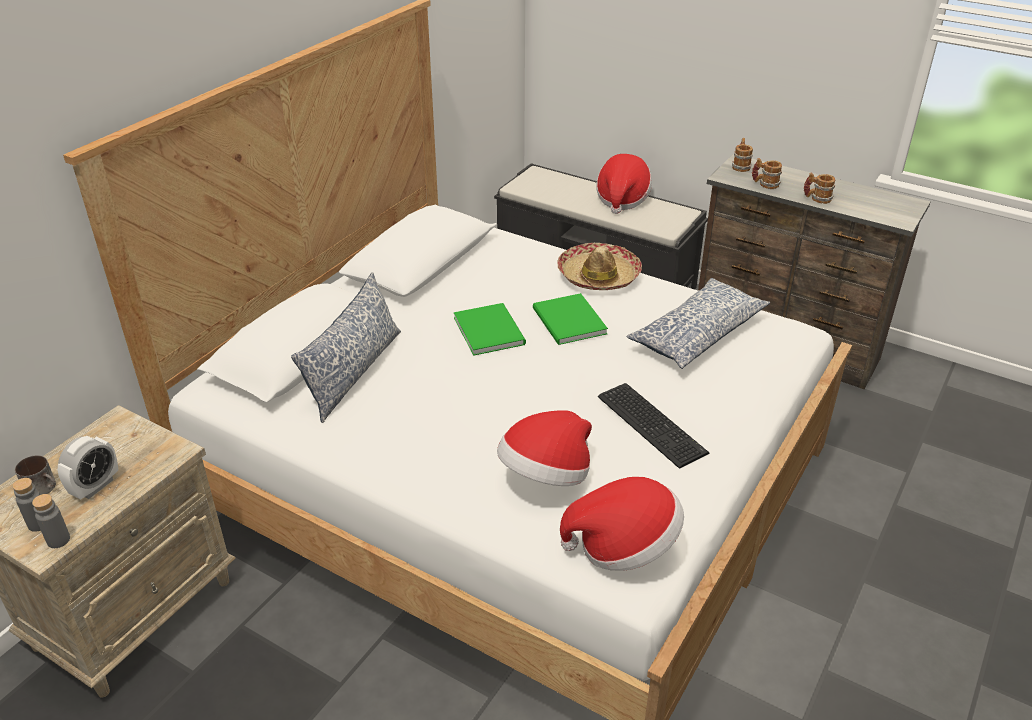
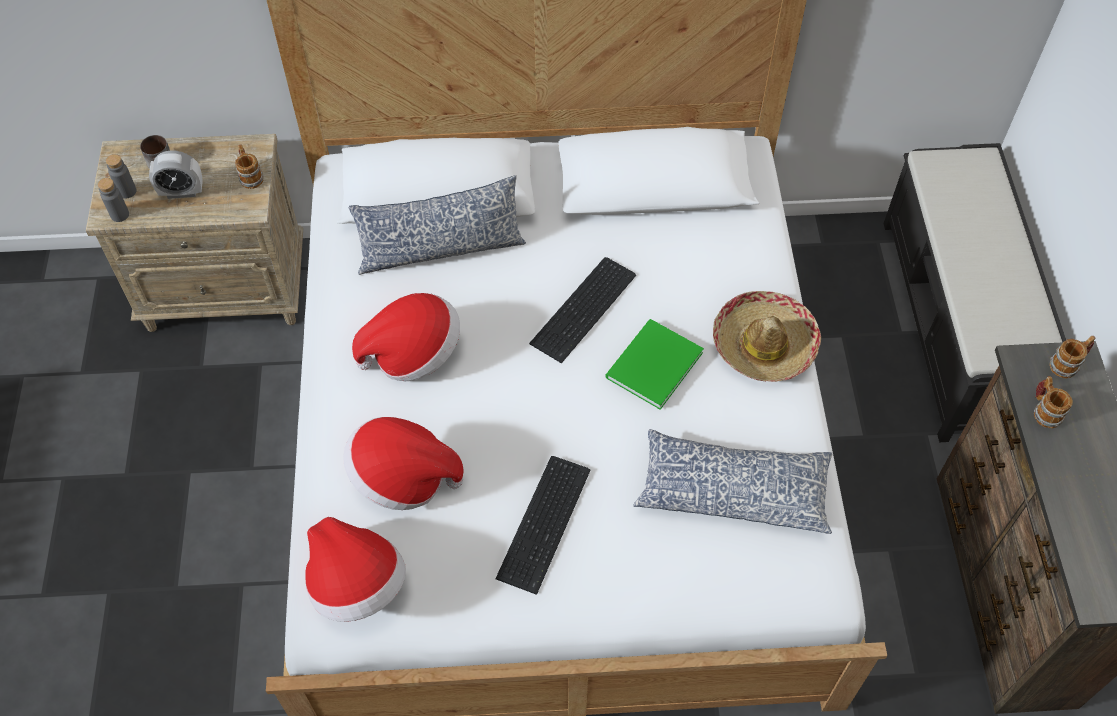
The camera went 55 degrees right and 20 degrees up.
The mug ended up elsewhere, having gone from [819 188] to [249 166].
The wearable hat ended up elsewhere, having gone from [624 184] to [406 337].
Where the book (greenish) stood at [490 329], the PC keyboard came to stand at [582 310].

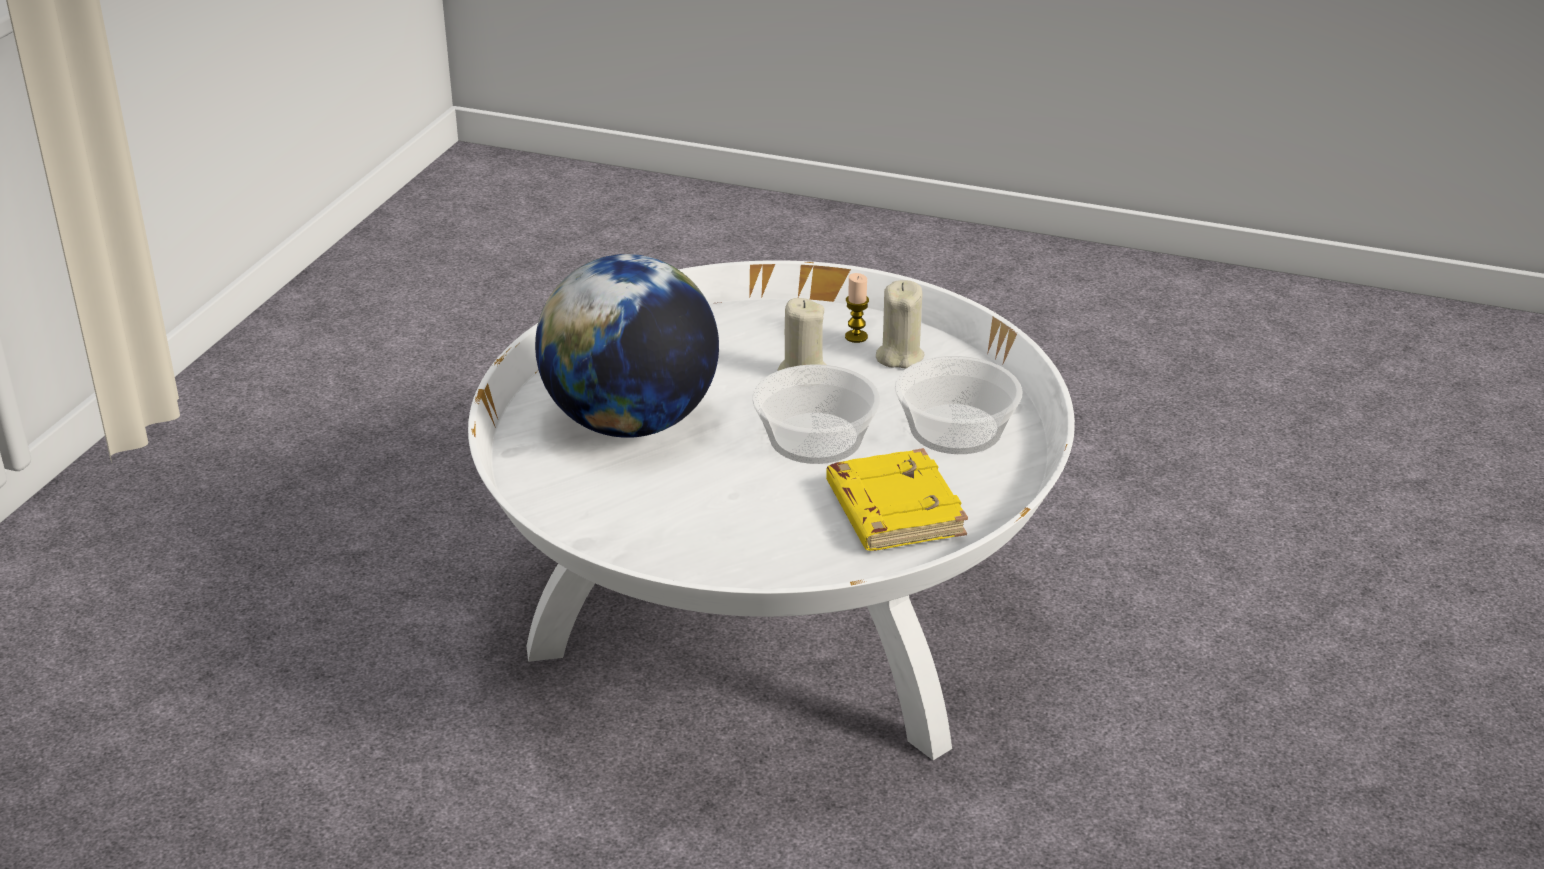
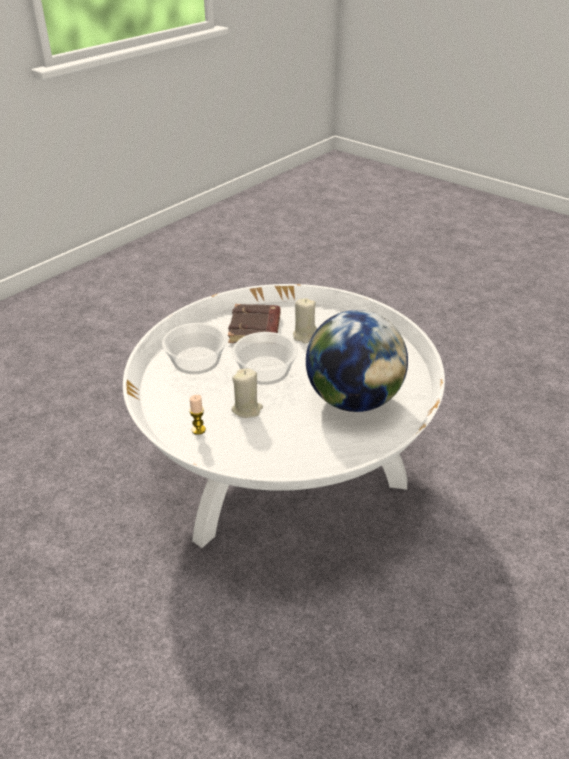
The camera went 160 degrees left and 5 degrees up.
What was the book (yellow-coloured) at [897 499] turned into the book (brown-coloured) at [254 323].
The candle (beige-coloured) ended up elsewhere, having gone from [900 324] to [305 321].

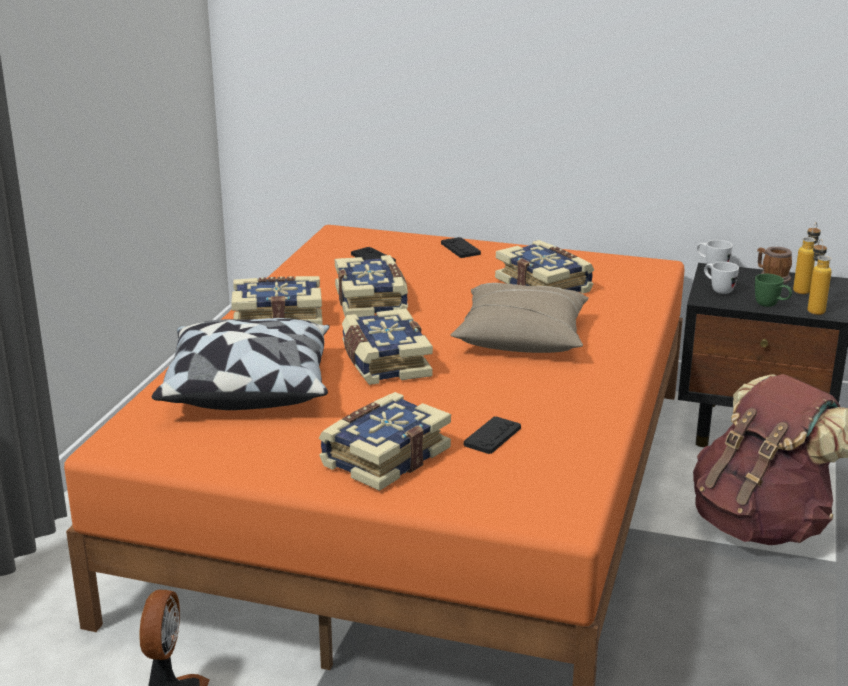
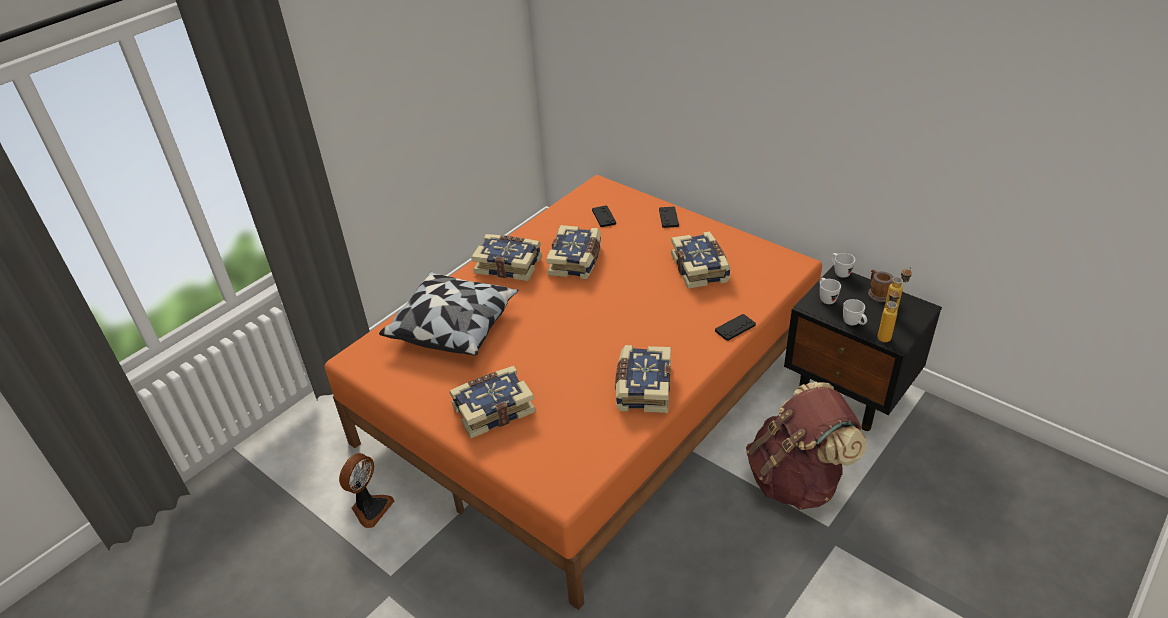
The camera went 25 degrees right and 15 degrees up.
The book ended up elsewhere, having gone from [387 347] to [643 379].
The gamepad (black-coloured) ended up elsewhere, having gone from [492 435] to [735 327].
What was the mug (greenish) at [773 290] turned into the mug (whitish) at [855 312].
The second view lost the cushion (beige-coloured) at [520 318].

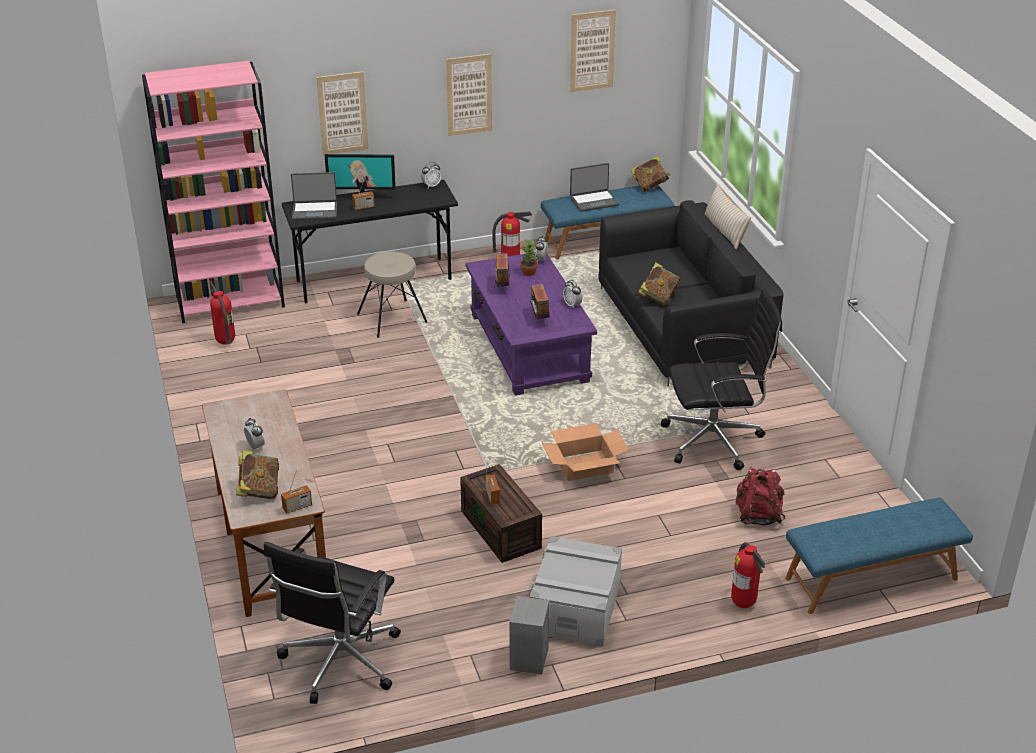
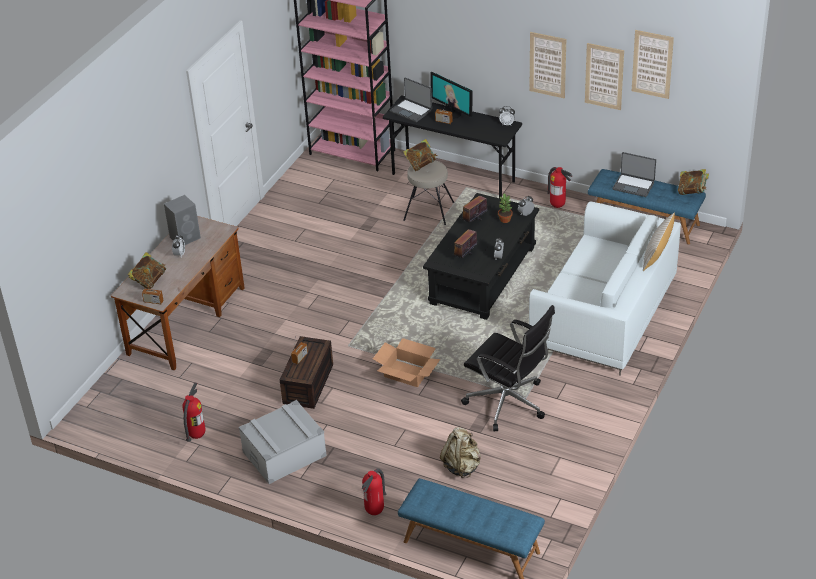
The camera went 45 degrees right and 5 degrees up.
The speaker (greyish) ended up elsewhere, having gone from [529 635] to [182 220].
The fire extinguisher ended up elsewhere, having gone from [222 313] to [193 412].
The book ended up elsewhere, having gone from [659 284] to [420 155].
What was the coffee table (purple-coloured) at [531 324] turned into the coffee table (black-coloured) at [481 256].
What was the backpack (red-coloured) at [760 496] turned into the backpack (beige-coloured) at [460 452].
What was the sofa (black-coloured) at [691 293] turned into the sofa (whitish) at [605 288].
The wall art ended up elsewhere, having gone from [342 113] to [604 76].
The second view lost the desk chair (black-coloured) at [332 623].

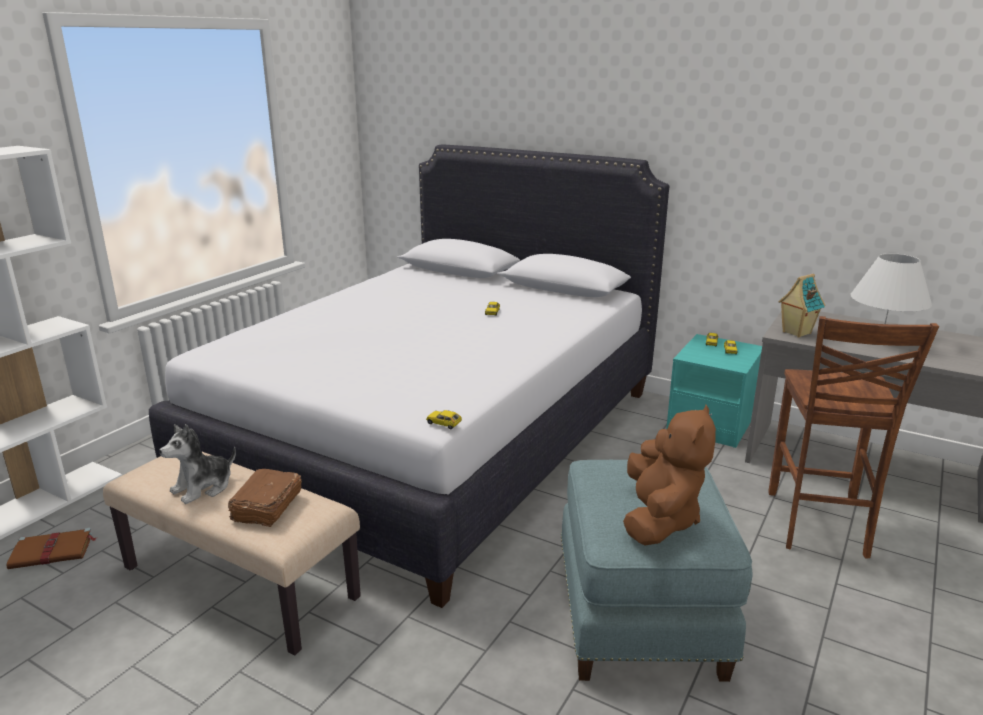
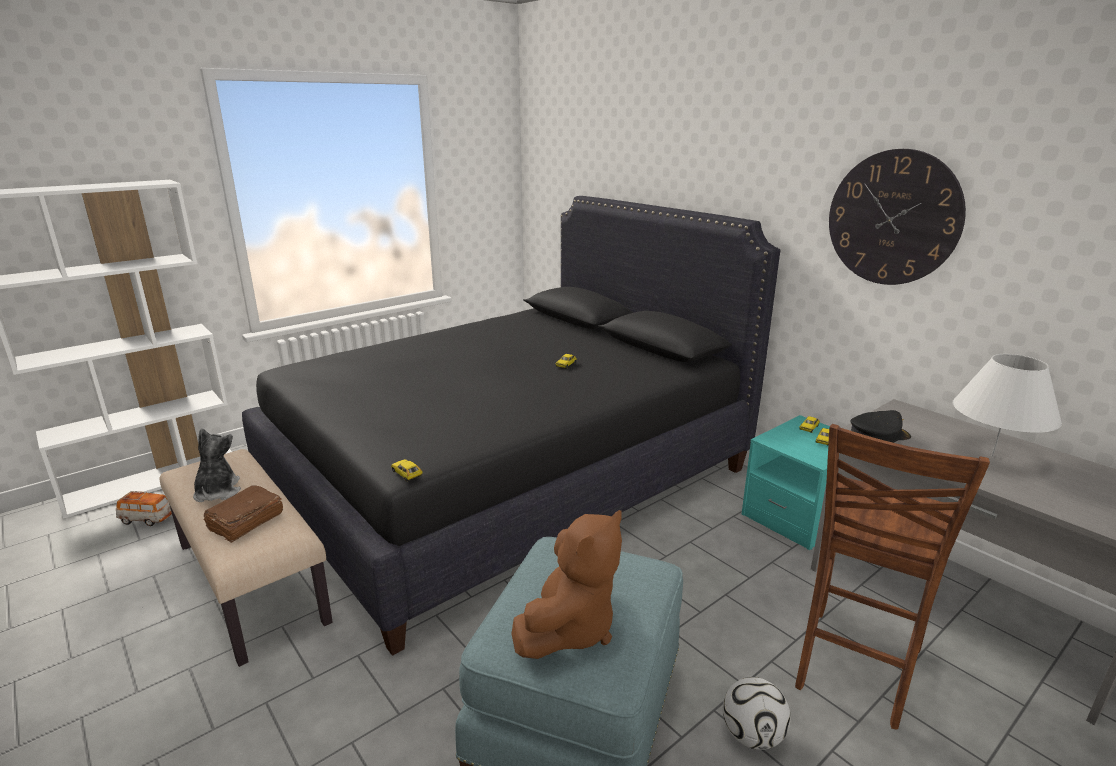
The camera went 20 degrees right and 0 degrees up.
Where the book (brown-coloured) stood at [51 548], the model car came to stand at [144 508].
The soft toy at [197 464] ended up facing another way, 105 degrees clockwise from before.
What was the sleeping bed (whitish) at [409 376] turned into the sleeping bed (black-coloured) at [511 426].
The second view gained the football ball at [757 713].
The second view gained the hanging clock at [897 217].
Where the miniature house stood at [801 306], the baseball cap (black-coloured) came to stand at [880 426].

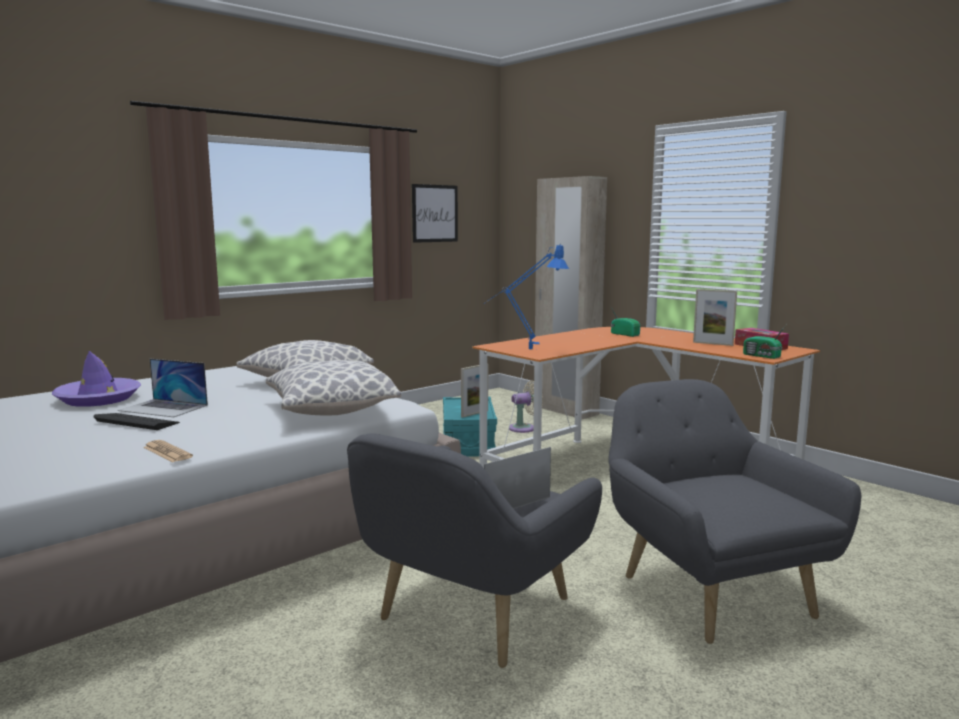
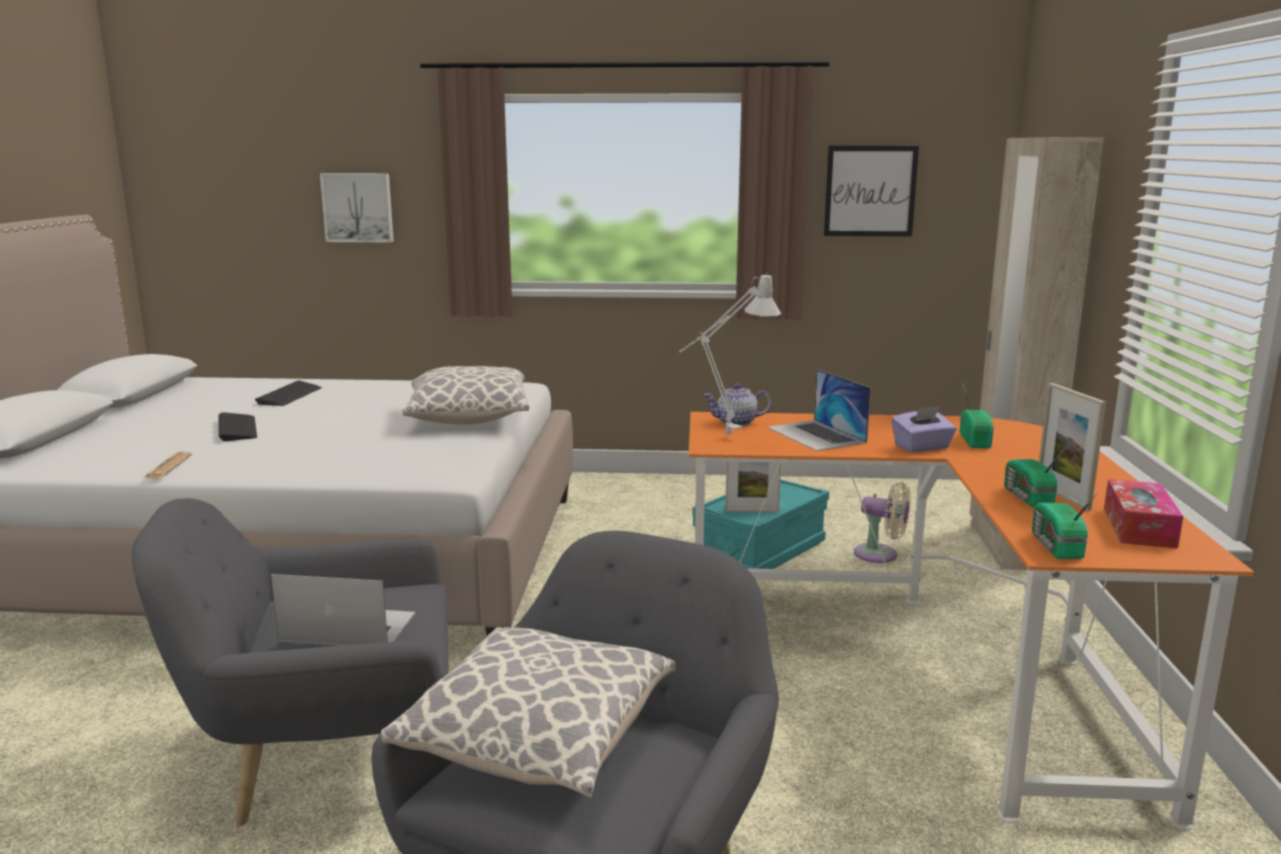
The camera went 45 degrees right and 5 degrees up.
Where the wearable hat (purple-coloured) stood at [96 379], the PC keyboard came to stand at [288 393].
The second view gained the wall art at [357 208].
The cushion ended up elsewhere, having gone from [333 388] to [528 712].
What was the lamp for a table (blue) at [526 297] turned into the lamp for a table (greyish) at [730 354].
The second view gained the tea pot at [737 404].
The notebook computer ended up elsewhere, having gone from [163 388] to [819 410].
The second view gained the tissue box (purple-coloured) at [924 429].
The second view gained the radio at [1035 477].

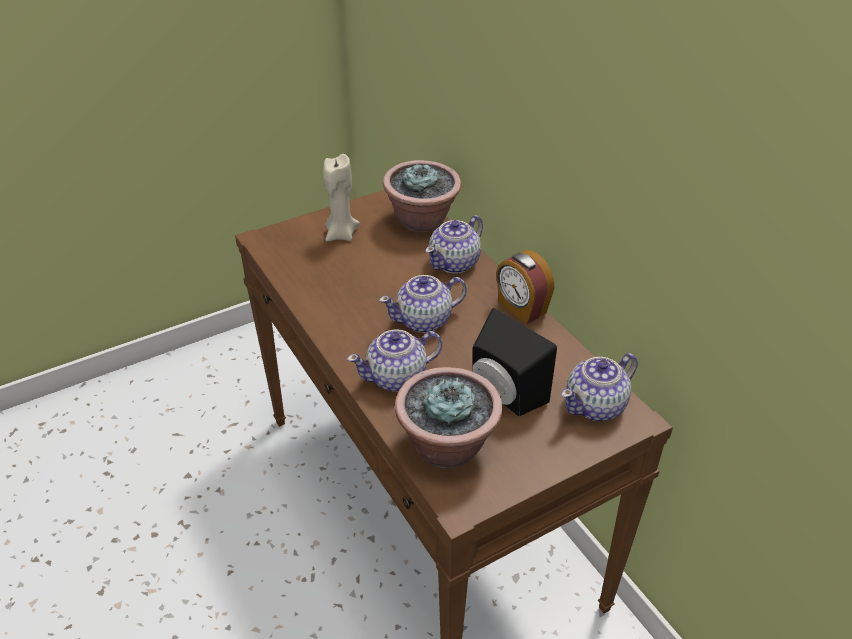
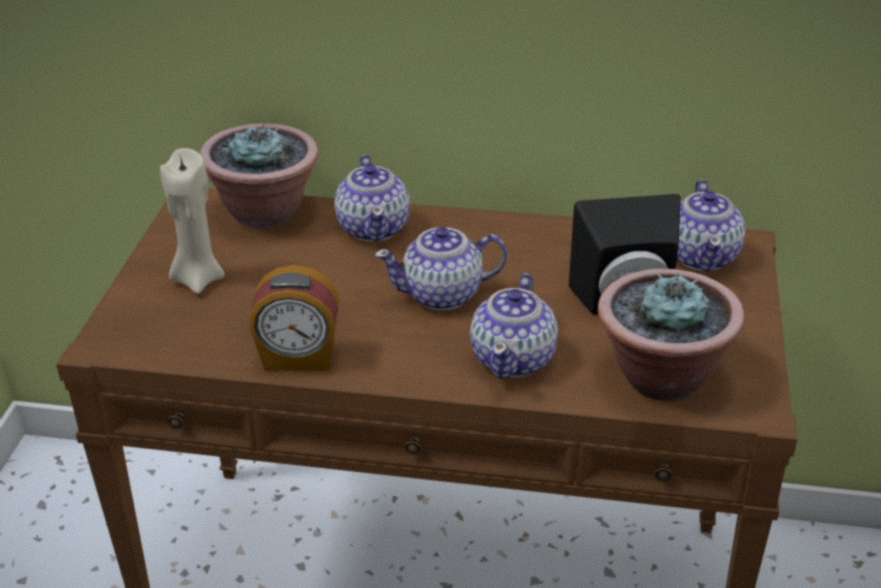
The camera went 50 degrees left and 5 degrees down.
The table clock ended up elsewhere, having gone from [525 287] to [294 318].
The tea pot at [423 304] ended up facing another way, 60 degrees clockwise from before.

